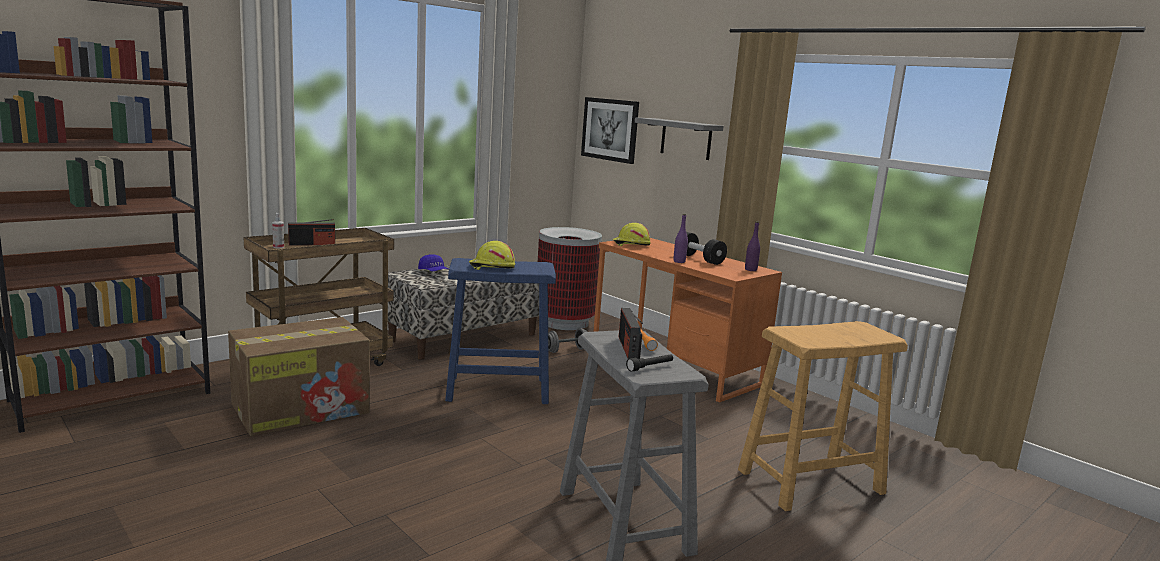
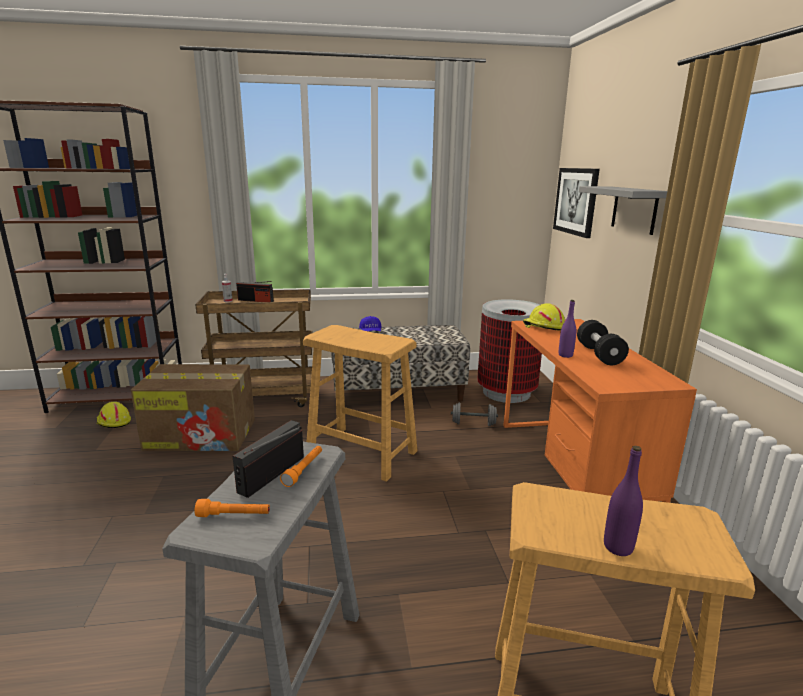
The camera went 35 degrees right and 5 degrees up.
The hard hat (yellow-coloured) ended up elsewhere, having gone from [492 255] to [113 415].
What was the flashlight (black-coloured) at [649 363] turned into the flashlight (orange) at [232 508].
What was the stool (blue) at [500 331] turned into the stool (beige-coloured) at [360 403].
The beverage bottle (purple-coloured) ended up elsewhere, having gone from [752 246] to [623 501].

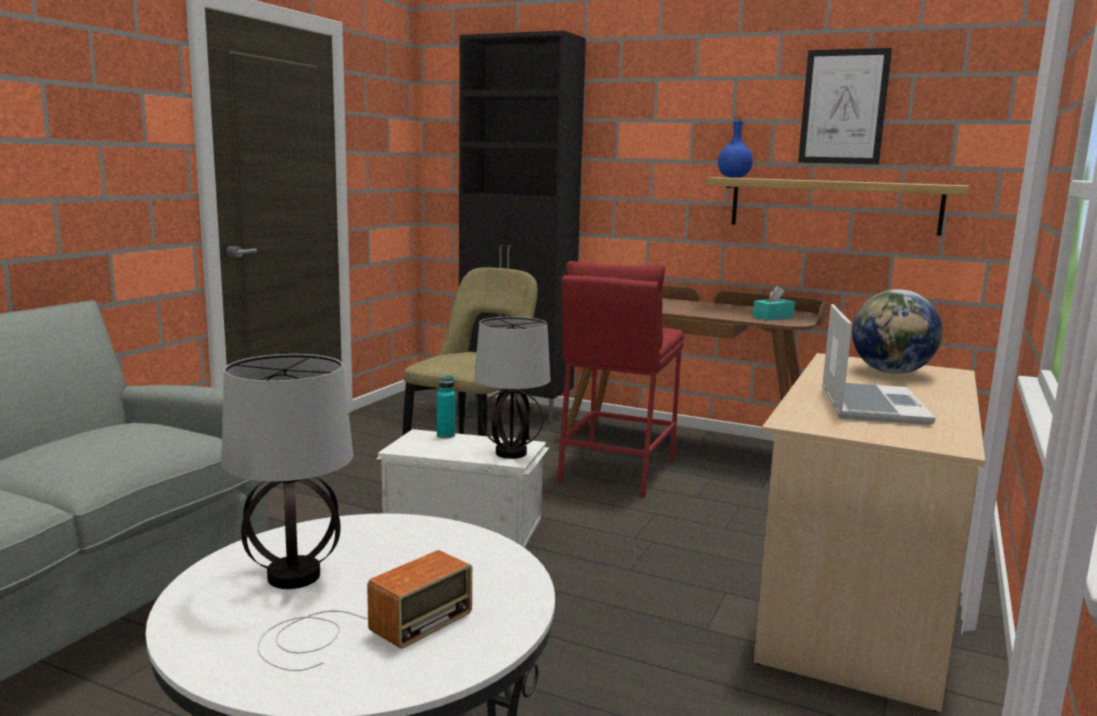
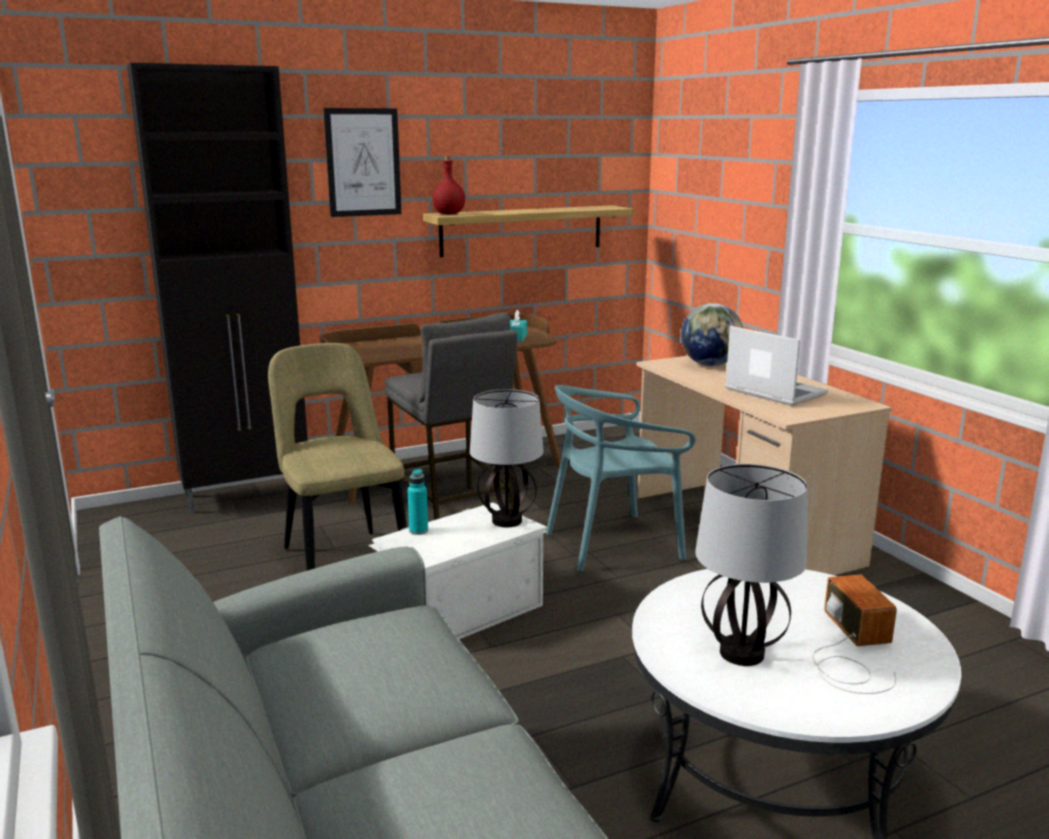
The camera went 50 degrees left and 5 degrees up.
The wall art ended up elsewhere, having gone from [845 106] to [362 162].
What was the stool (red-coloured) at [620 379] turned into the stool (greyish) at [451 416].
What was the beverage bottle (blue) at [735 147] turned into the beverage bottle (red-coloured) at [448 185].
The second view gained the chair (blue-green) at [621 478].

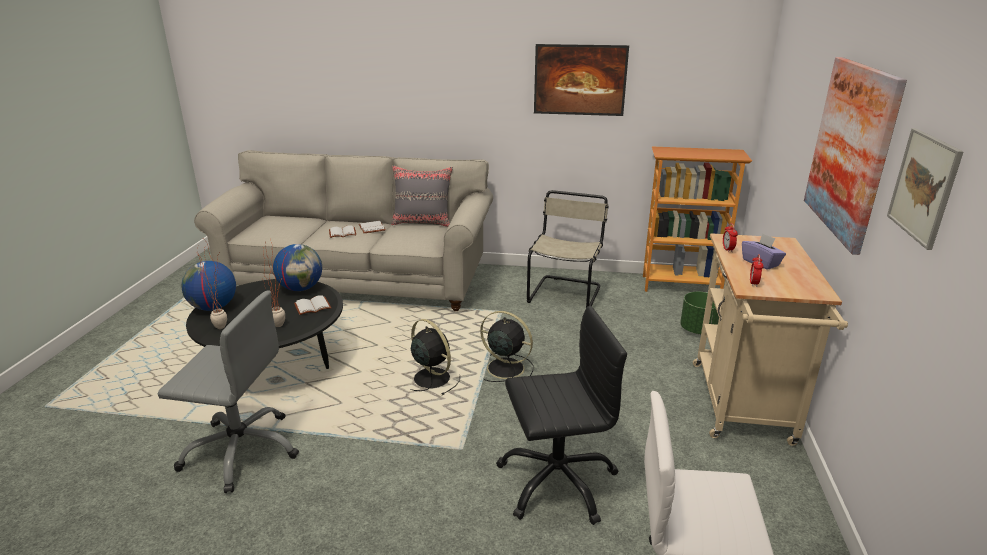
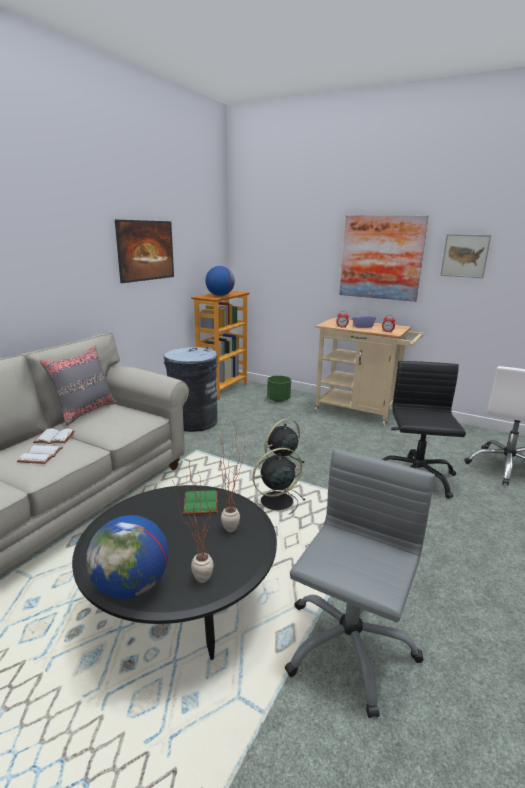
The camera went 70 degrees left and 5 degrees down.
Where the chair (beige-coloured) stood at [568 249], the rubbish bin (greyish) came to stand at [190 389].
What was the book (whitish) at [312 305] turned into the book (greenish) at [200 502].
The world globe ended up elsewhere, having gone from [297 267] to [220 281].

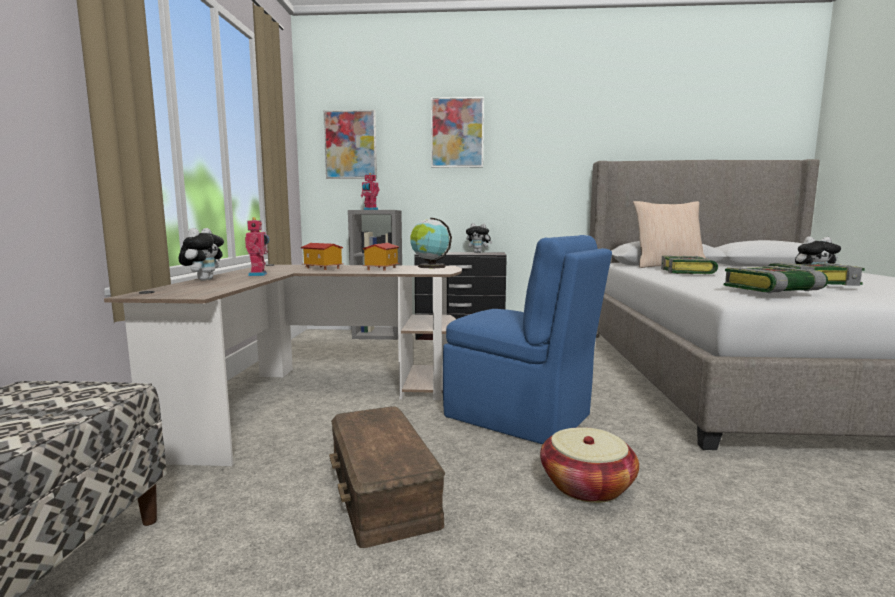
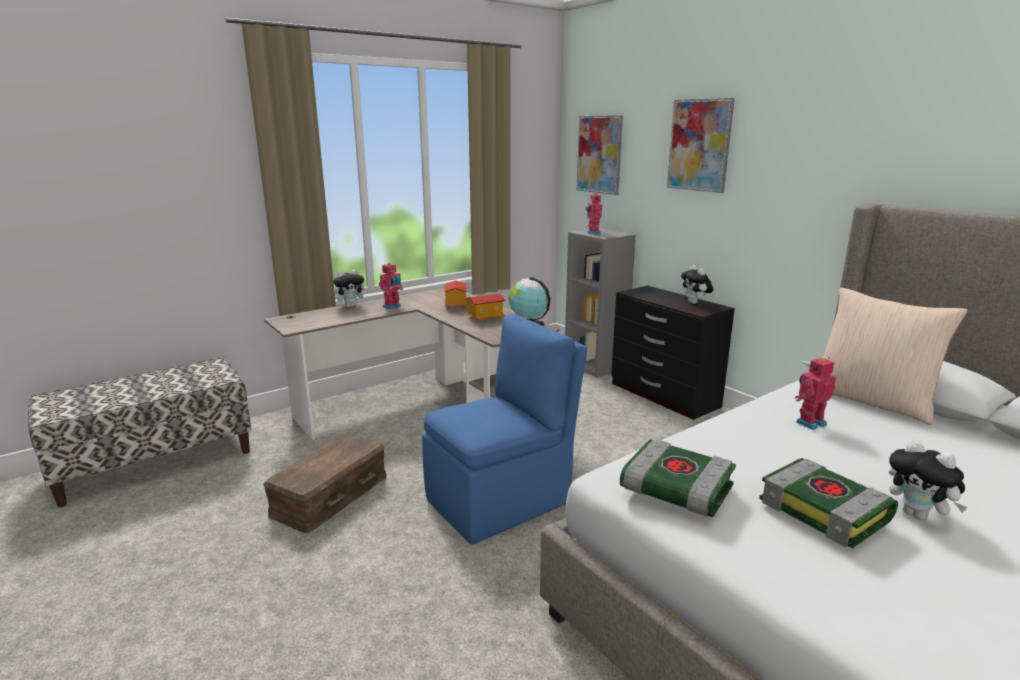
The camera went 50 degrees right and 10 degrees up.
The chair (blue) at [527 339] ended up facing another way, 120 degrees counterclockwise from before.
Where the book stood at [689 265], the toy robot came to stand at [815 393].
The second view lost the basket at [589 465].

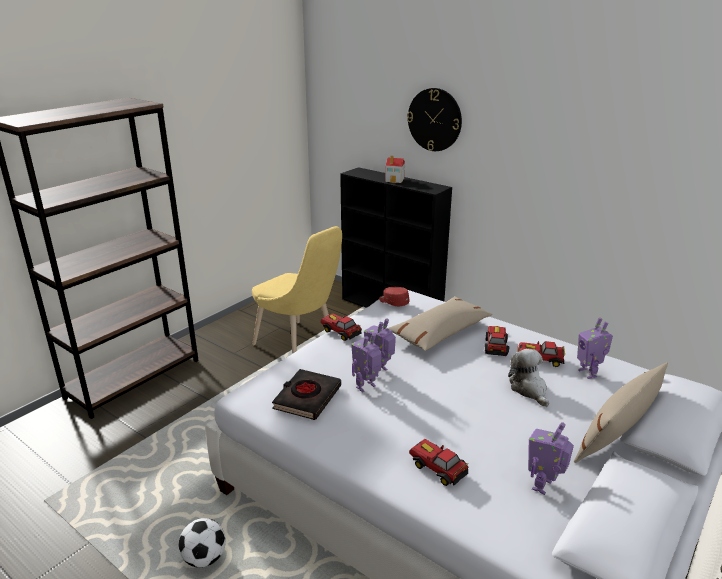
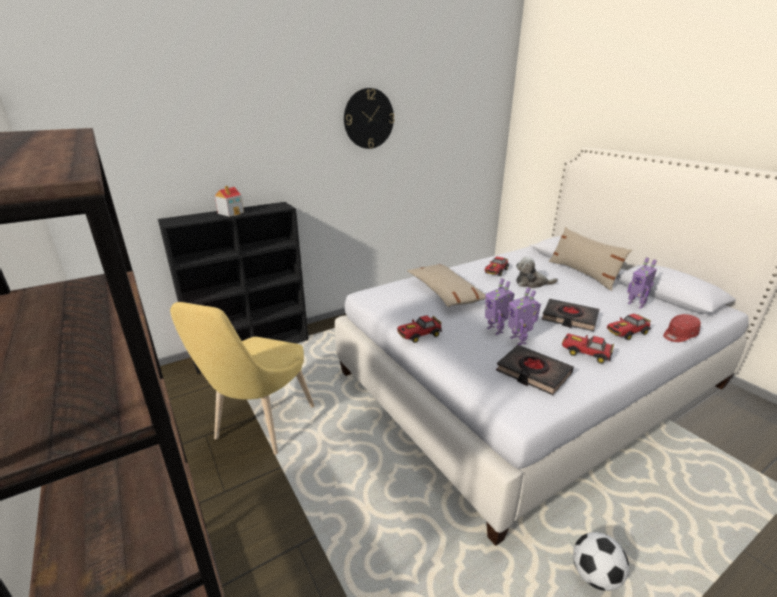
The camera went 70 degrees left and 0 degrees up.
The chair (yellow-coloured) at [297 290] ended up facing another way, 135 degrees clockwise from before.
The hanging clock ended up elsewhere, having gone from [434 119] to [369 118].
The second view gained the book (black-coloured) at [570 315].
The model car ended up elsewhere, having gone from [497 341] to [588 348].
The baseball cap (red-coloured) ended up elsewhere, having gone from [394 296] to [682 328].
The second view lost the toy robot at [595 348].

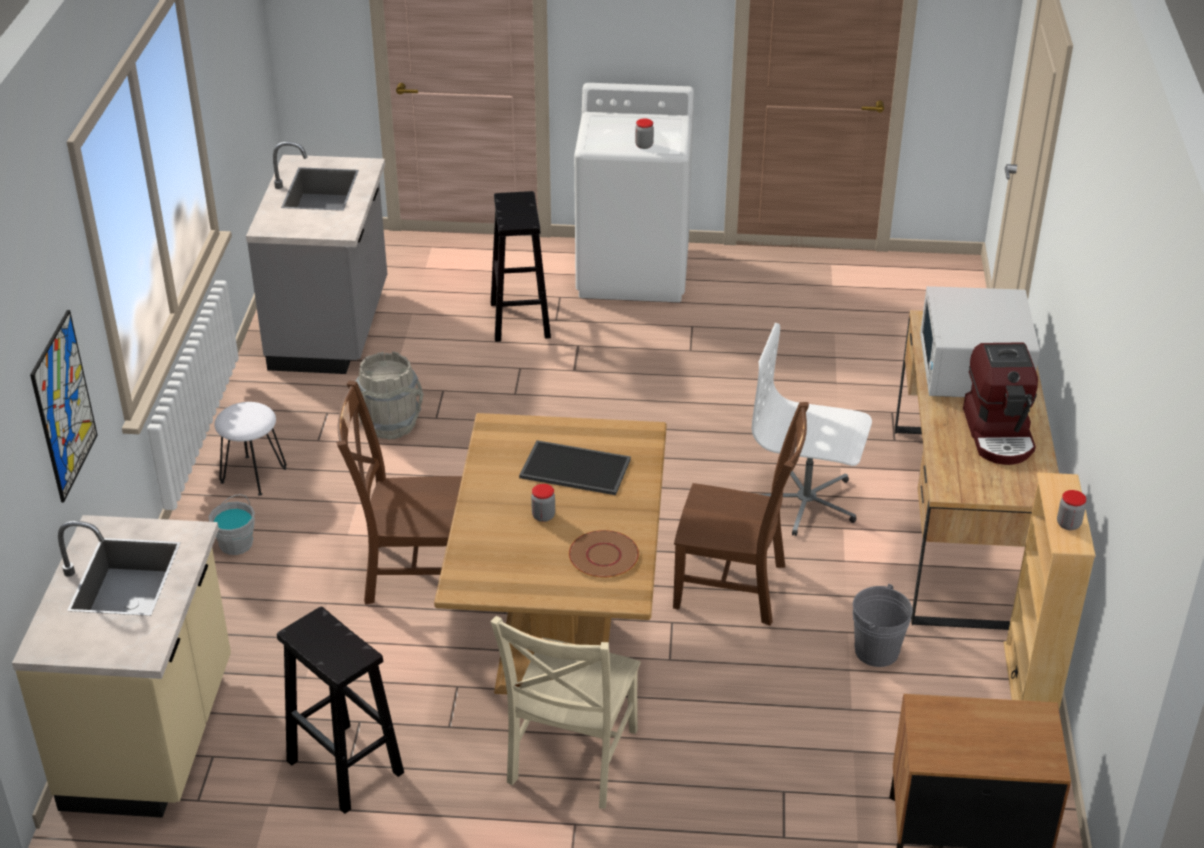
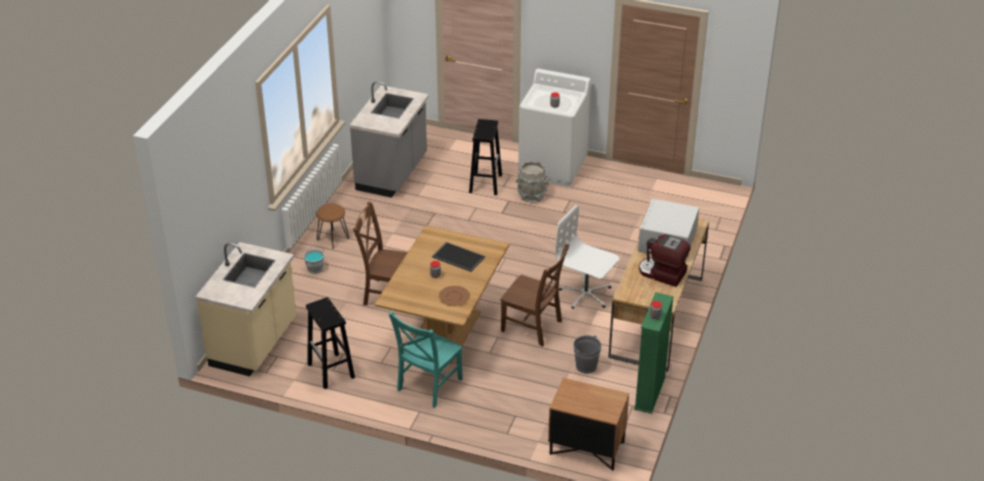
The camera went 15 degrees right and 0 degrees up.
What was the stool (whitish) at [250 449] turned into the stool (brown-coloured) at [332 226].
What was the chair (beige-coloured) at [565 712] turned into the chair (blue-green) at [425 359].
The water bucket (greyish) ended up elsewhere, having gone from [389 395] to [532 182].
What was the shelving unit (beige-coloured) at [1049 590] turned into the shelving unit (greenish) at [654 353].
The coffee brewer at [1000 403] ended up facing another way, 105 degrees clockwise from before.
The second view lost the wall art at [64 406].

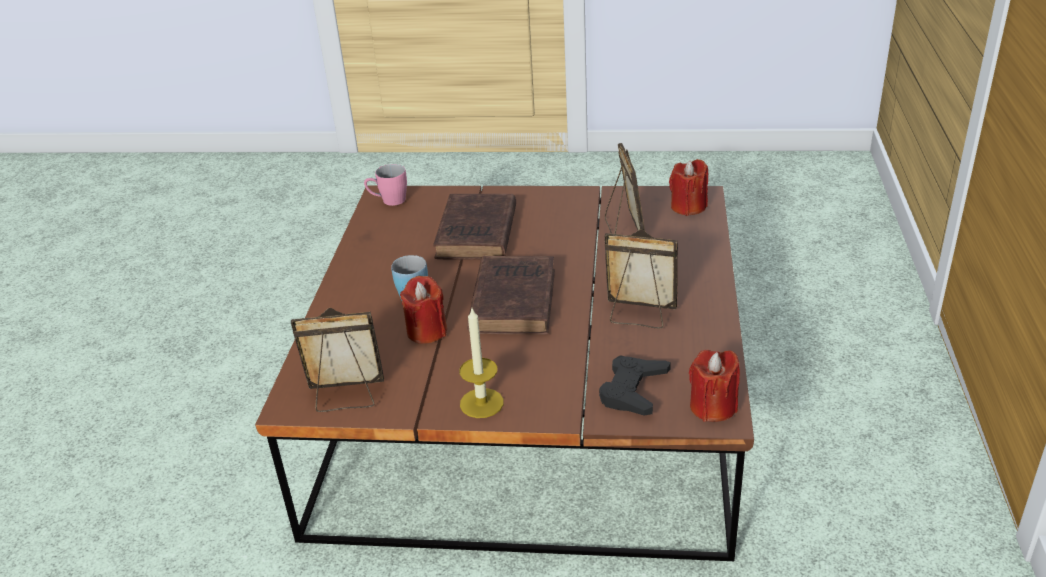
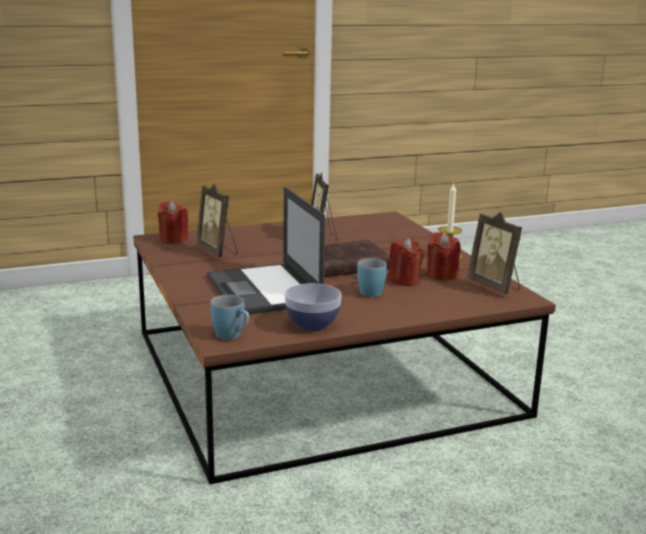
The camera went 120 degrees left and 15 degrees down.
The photo frame at [625 188] ended up facing another way, 90 degrees counterclockwise from before.
Where the book (brown-coloured) stood at [474 226], the notebook computer came to stand at [266 251].
What was the mug (pink-coloured) at [385 185] turned into the mug (blue) at [230 317].
The second view gained the bowl at [313 307].
The candle (red-coloured) ended up elsewhere, having gone from [714 386] to [444 256].
The second view lost the gamepad (black-coloured) at [635 385].

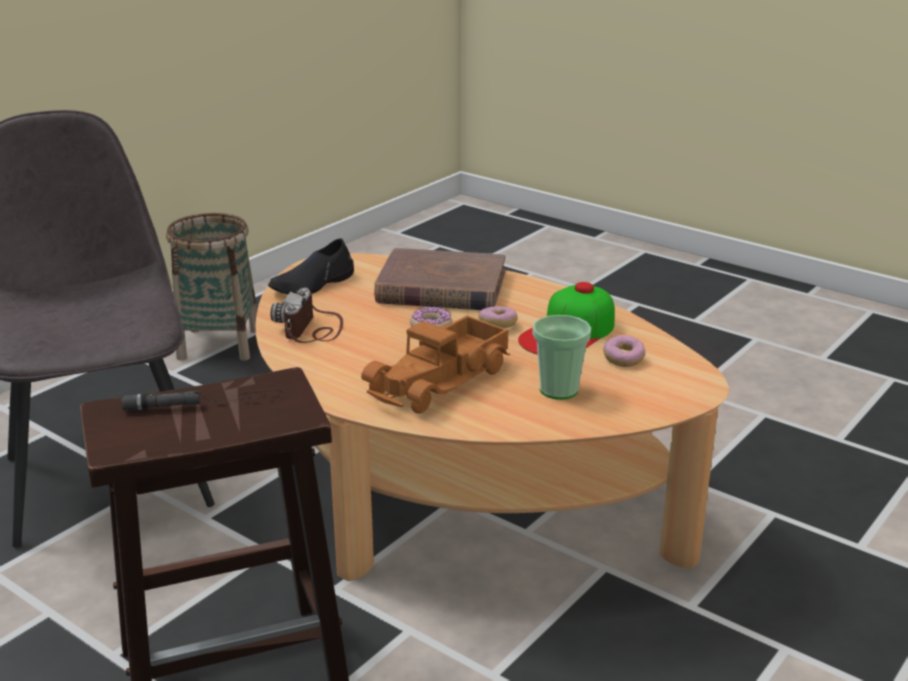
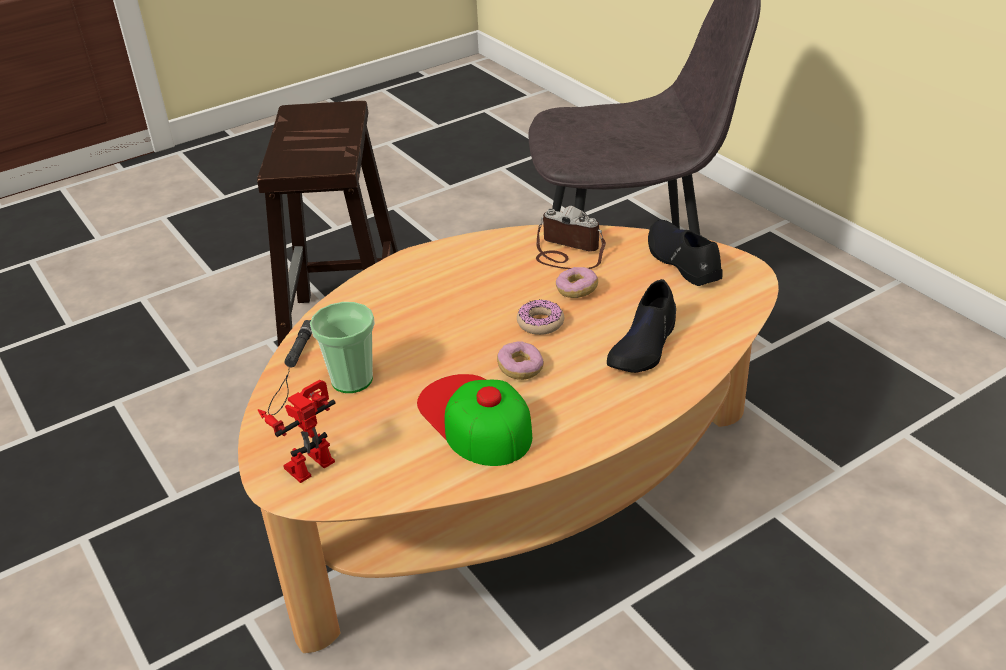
The camera went 110 degrees right and 10 degrees up.
The second view gained the toy robot at [296 431].
The flashlight (black-coloured) ended up elsewhere, having gone from [202 401] to [290 367].
The donut ended up elsewhere, having gone from [624 351] to [577 282].
Where the book (brown-coloured) stood at [439 279], the low shoe (black-coloured) came to stand at [641 326].
The second view lost the basket at [211 287].
The second view lost the toy lorry at [435 364].

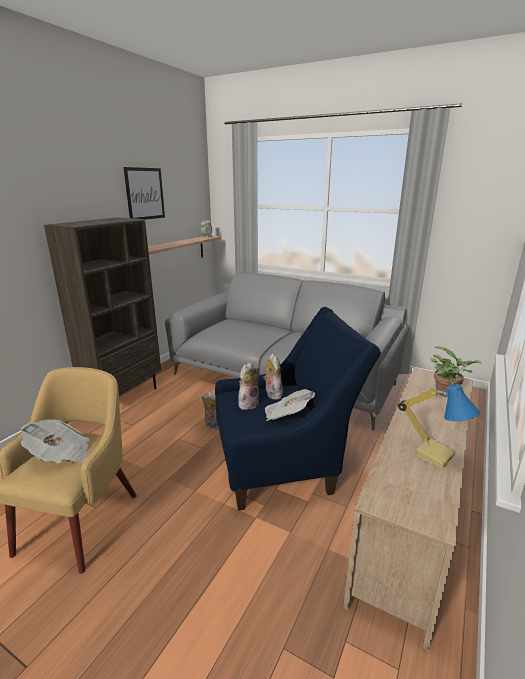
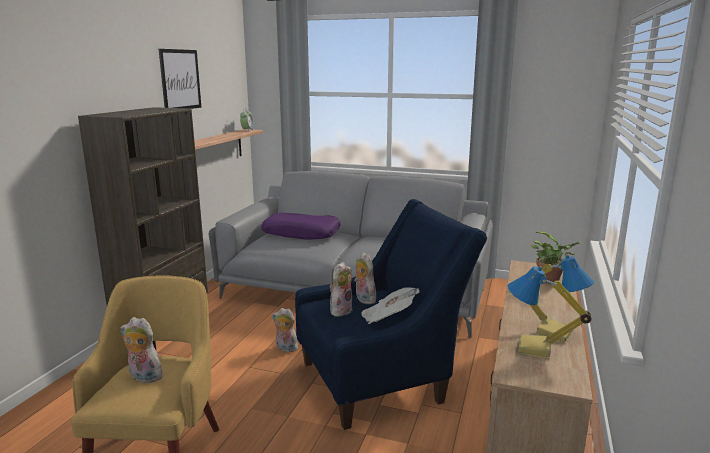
The camera went 10 degrees left and 5 degrees down.
Where the newspaper stood at [55 441], the soft toy came to stand at [142 350].
The second view gained the cushion (purple-coloured) at [300 226].
The second view gained the lamp for a table at [549 312].

